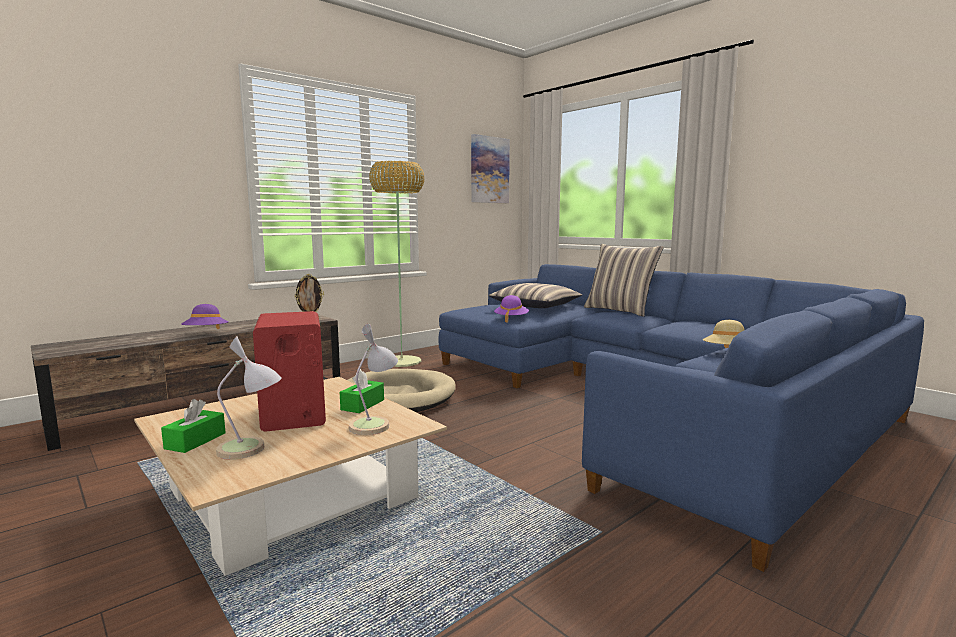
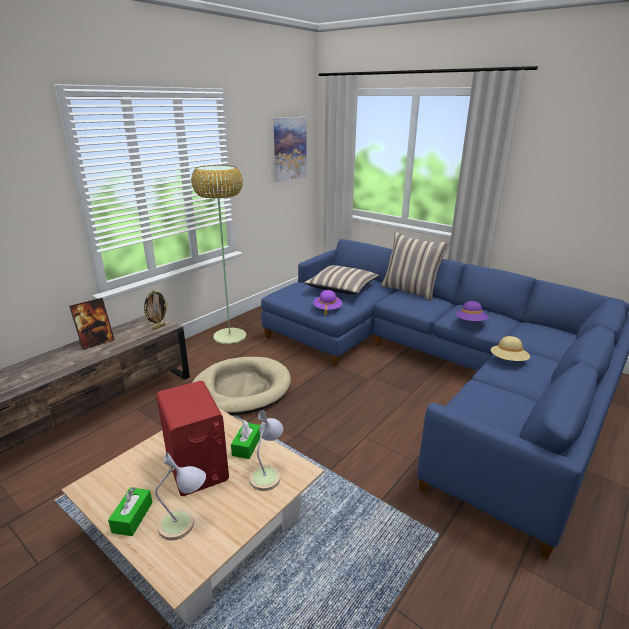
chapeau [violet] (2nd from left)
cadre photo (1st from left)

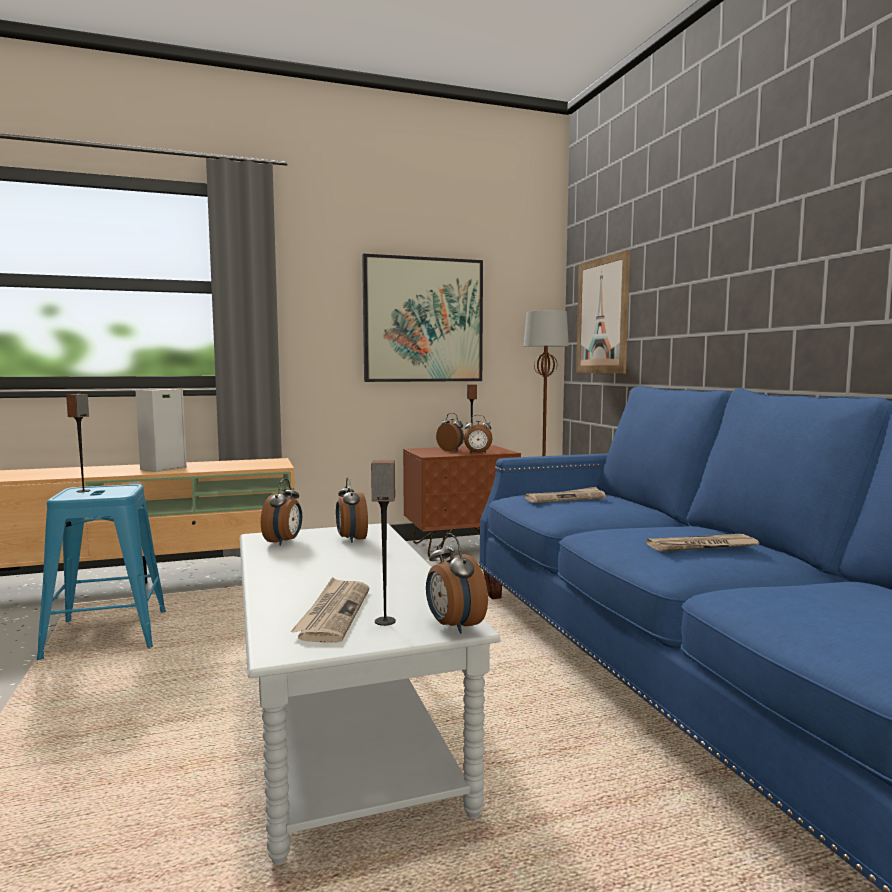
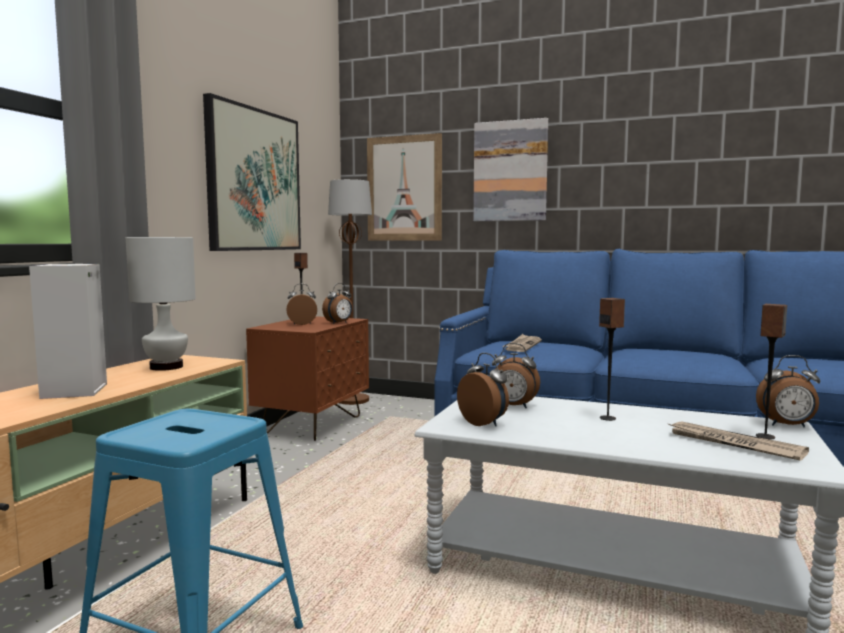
enceinte (3rd from left)
journal (3rd from left in the first image)
lampe de table [blanc]
tableau (3rd from left)

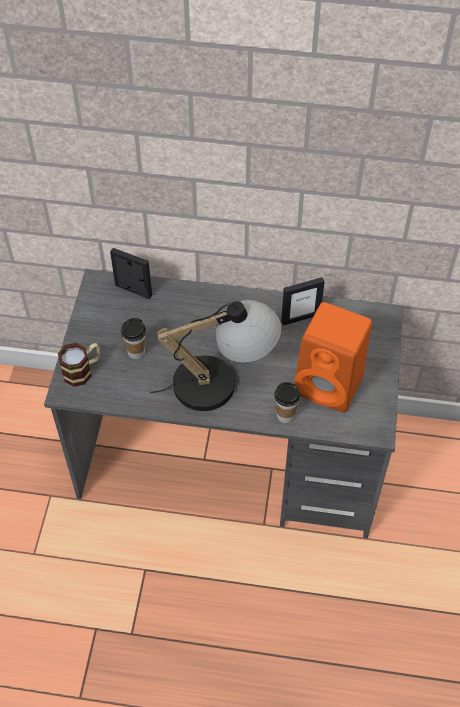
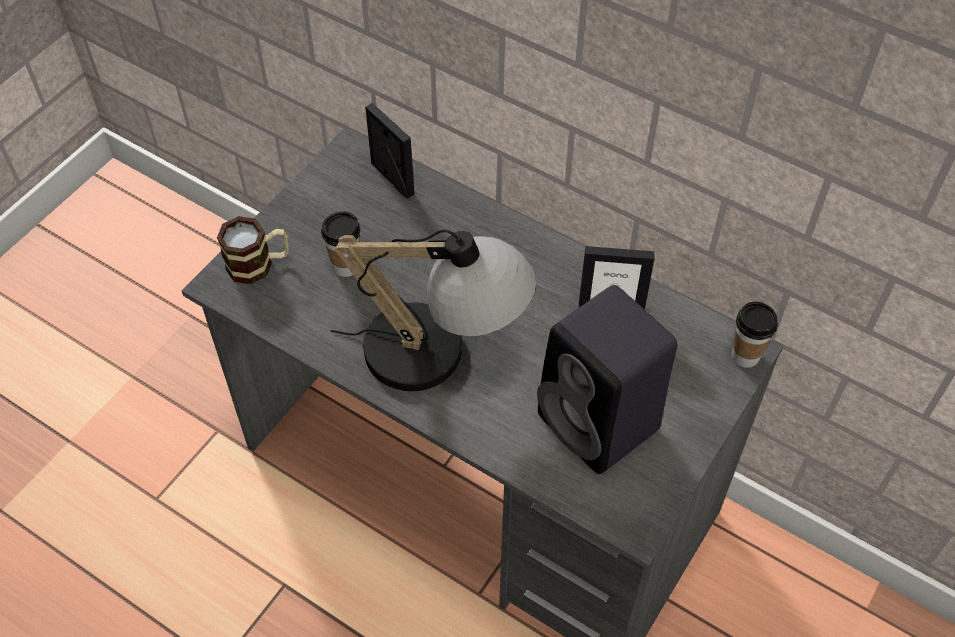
tasse (2nd from left)
enceinte [noir]

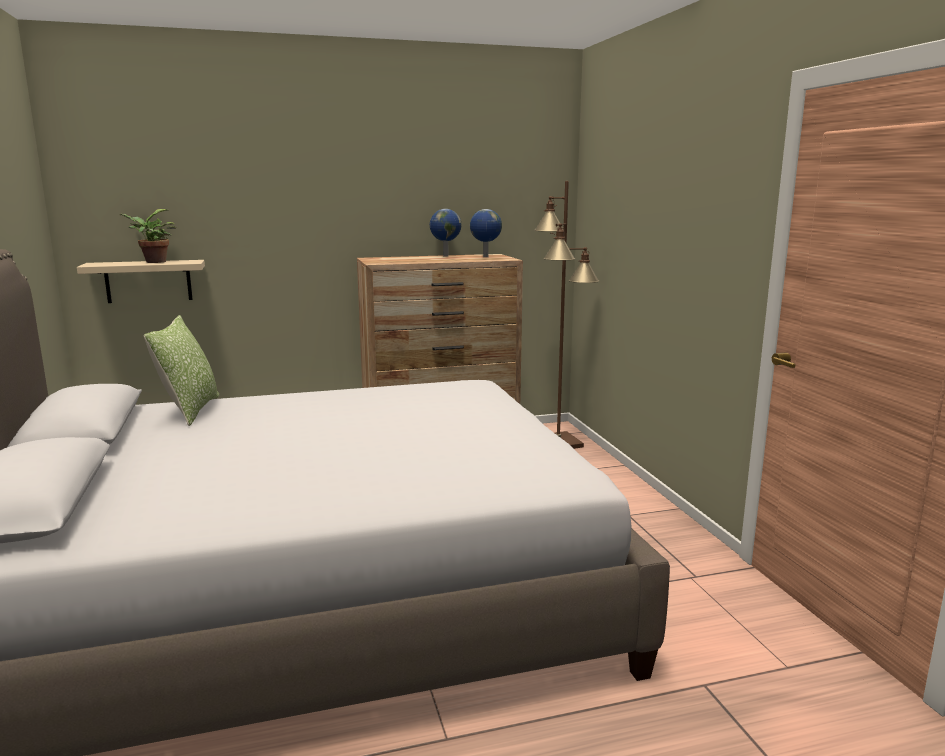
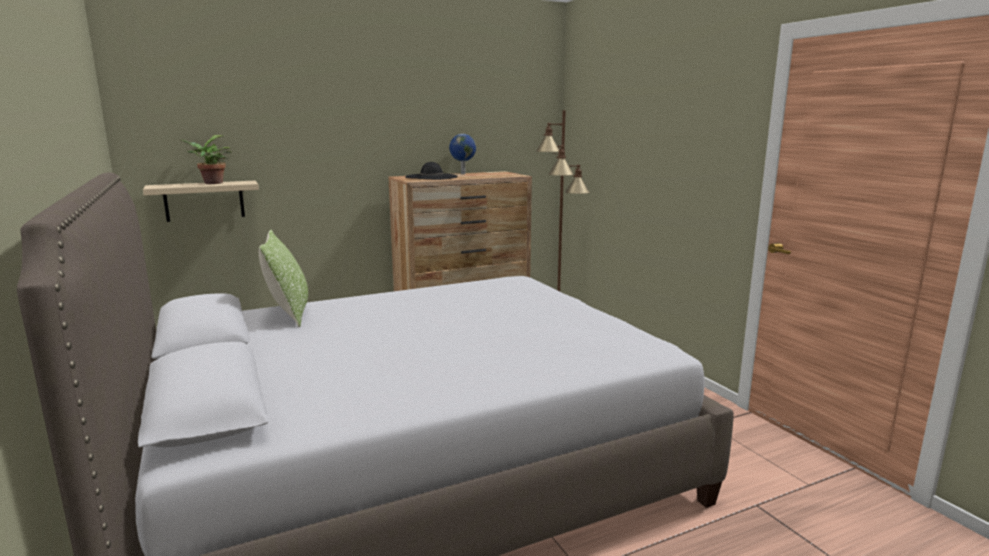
globe (2nd from left in the first image)
chapeau [noir]

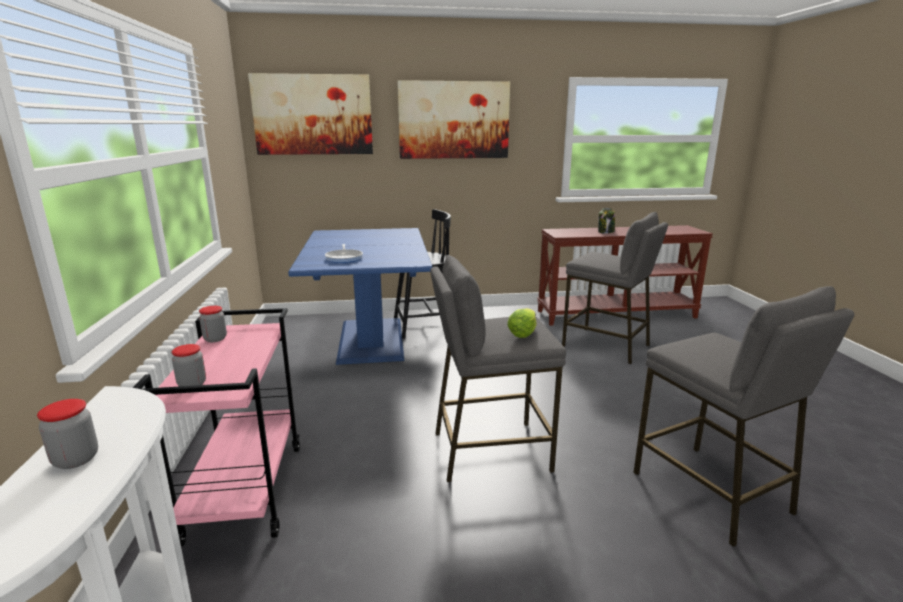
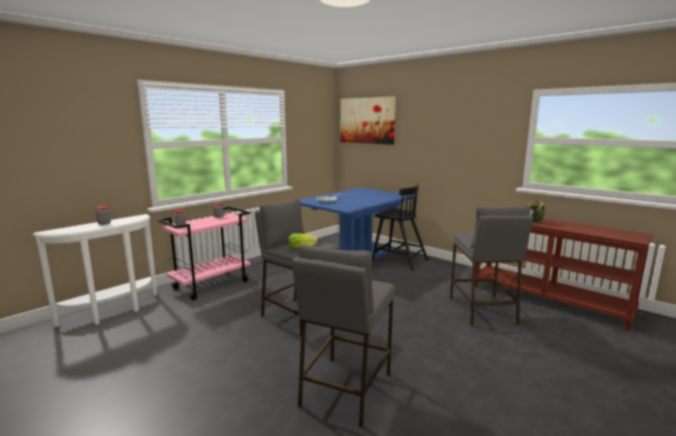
tableau (2nd from left in the first image)

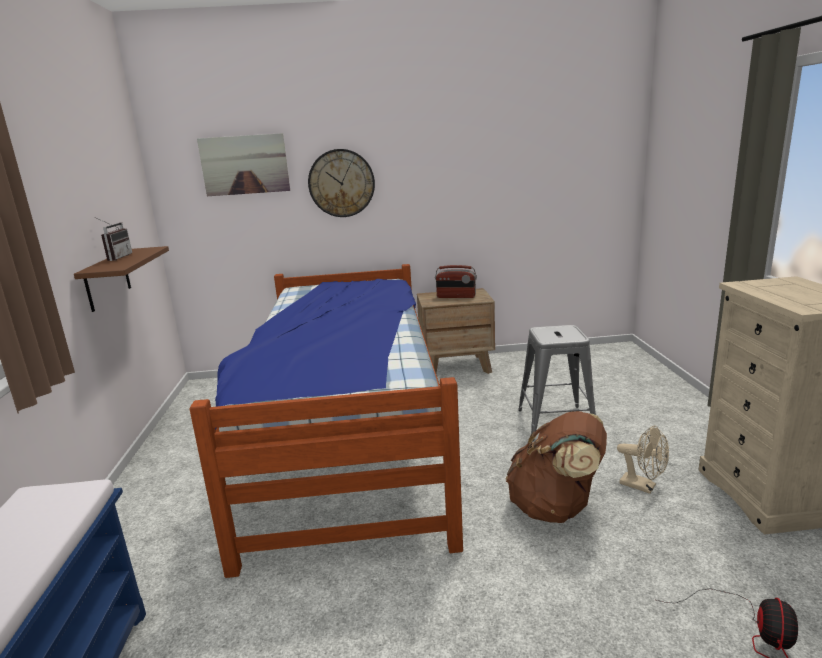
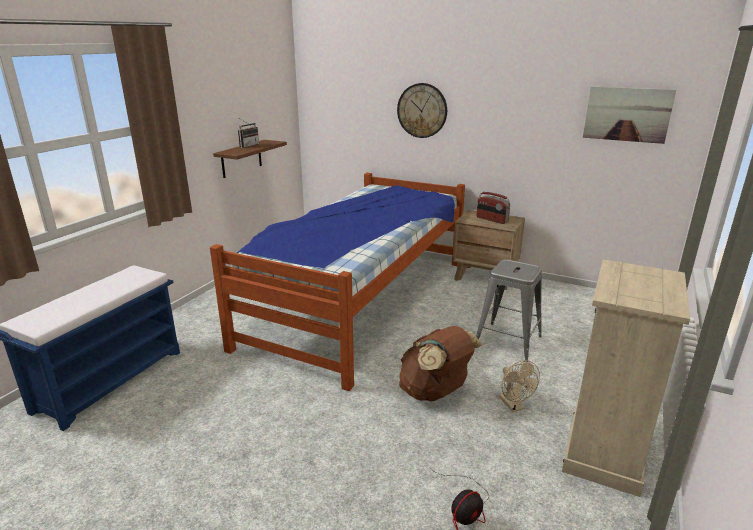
tableau

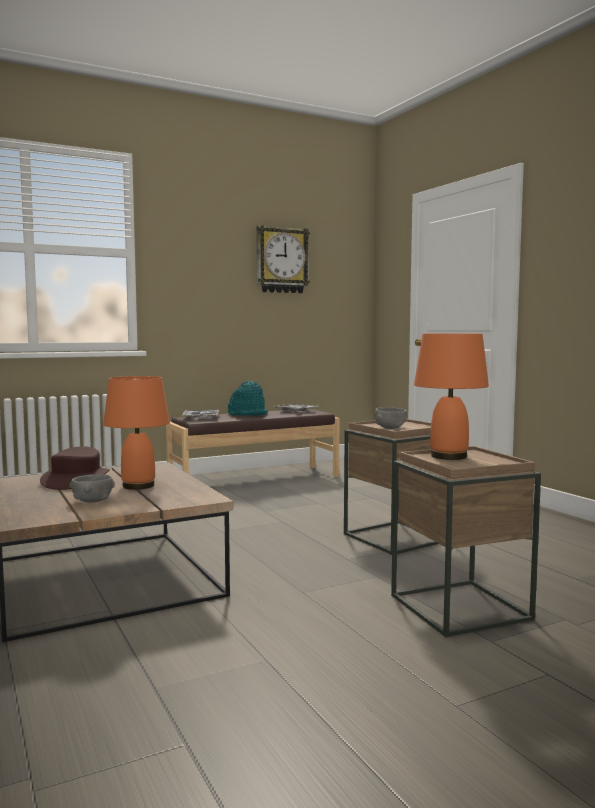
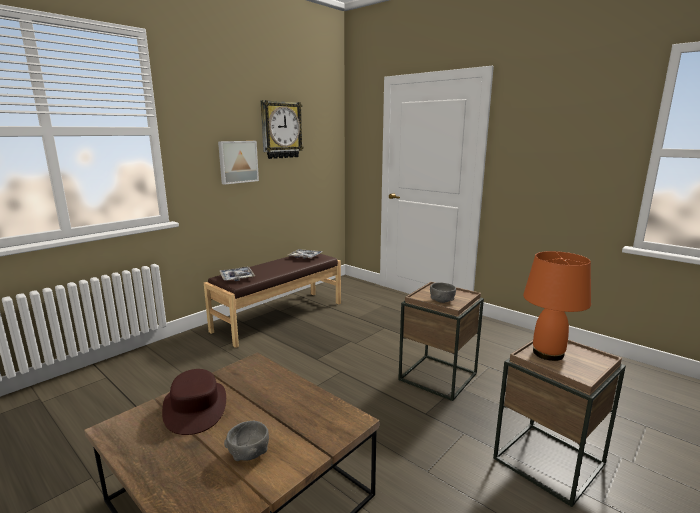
lampe de table [orange] (1st from left in the first image)
chapeau [turquoise]
tableau

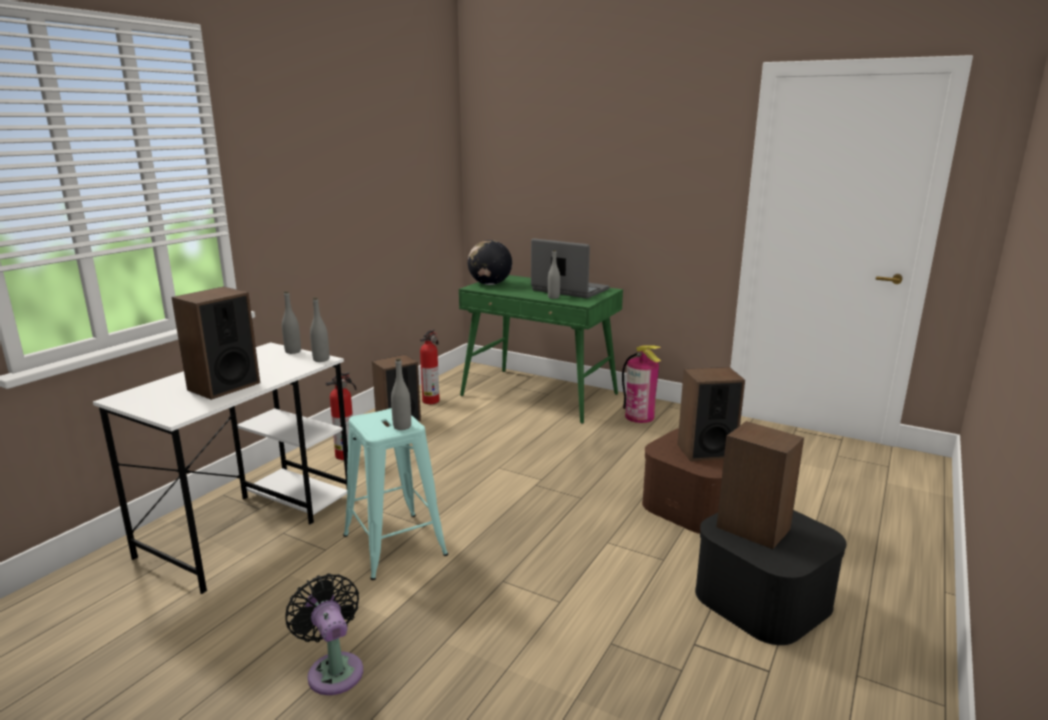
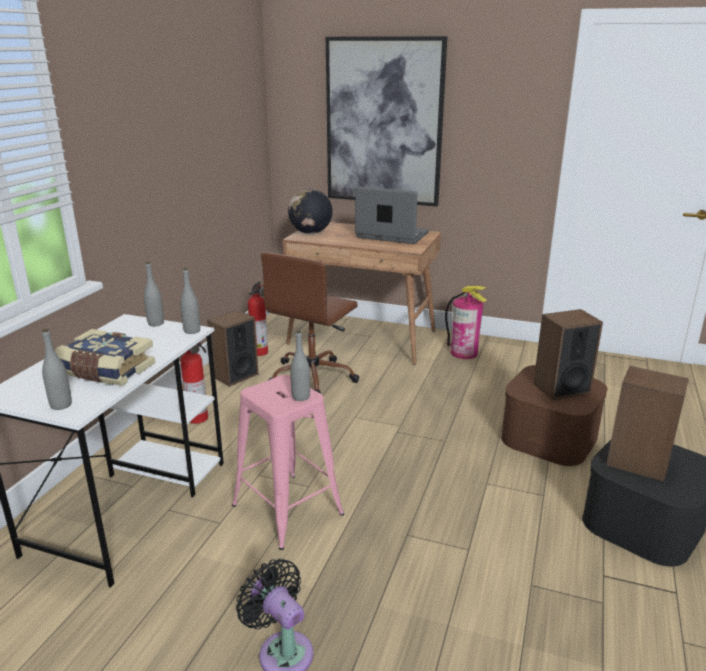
livre
tabouret [rose]
bureau [marron]
bouteille [gris] (1st from left)
chaise de bureau [marron]
tableau

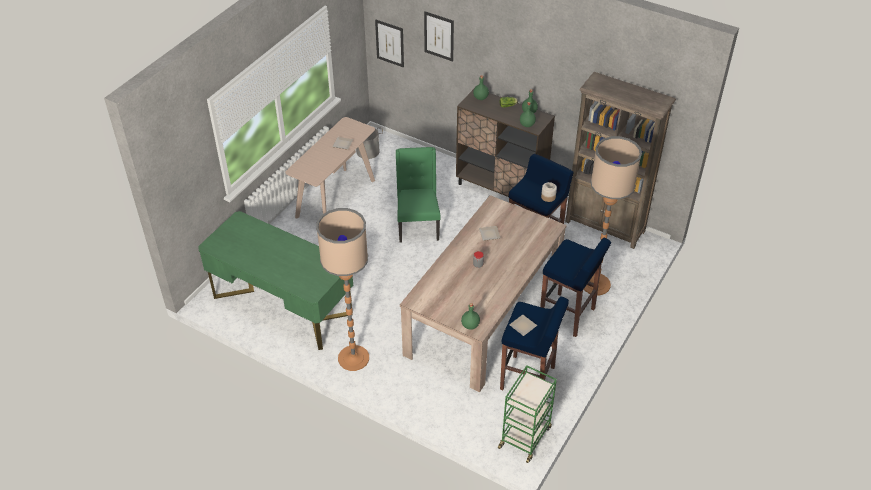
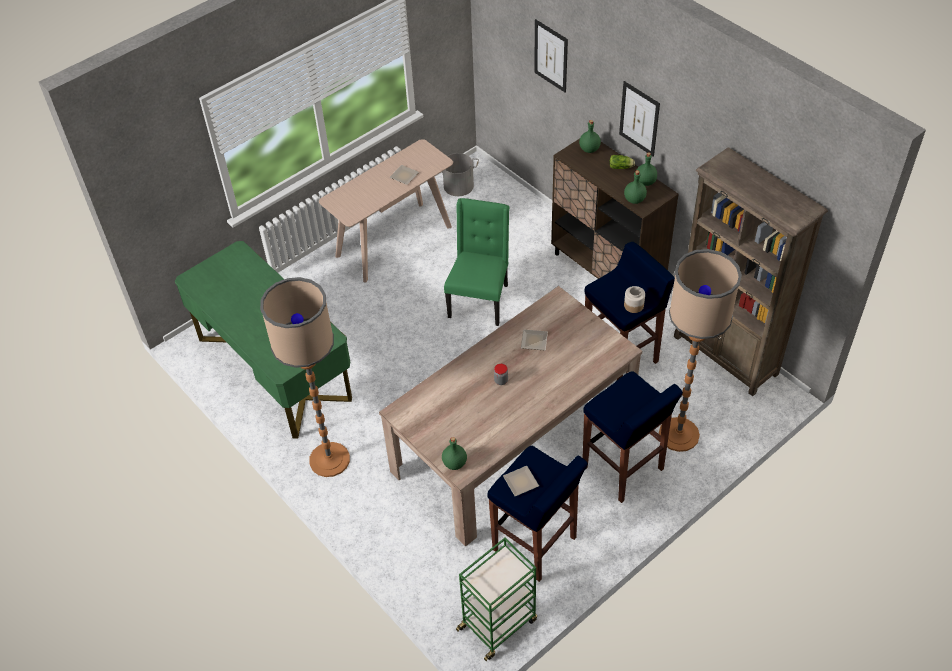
tableau (2nd from left)

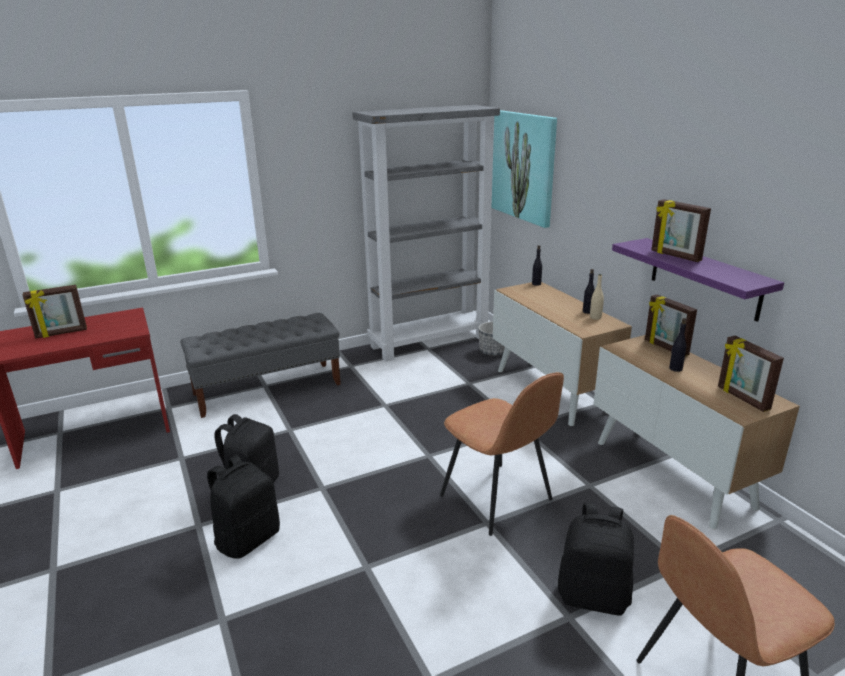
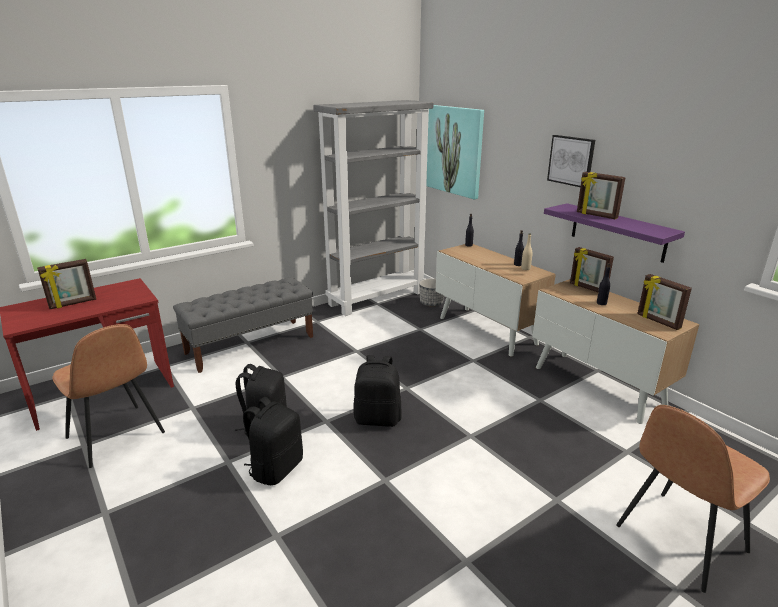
chaise [marron] (1st from left)
sac à dos [noir] (3rd from left)
tableau (2nd from left)

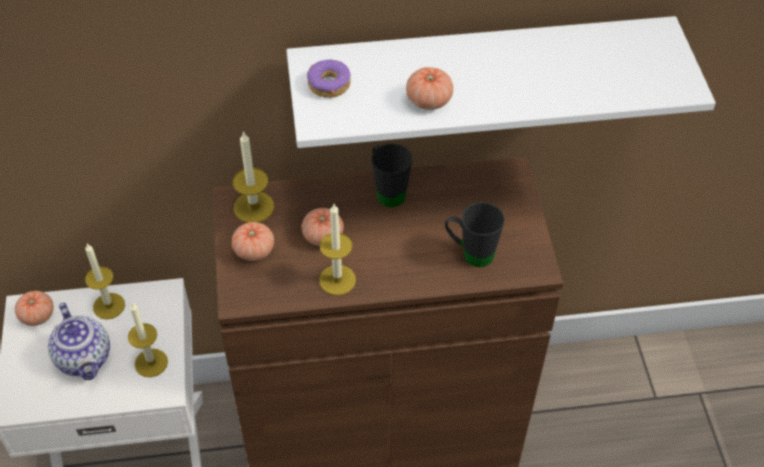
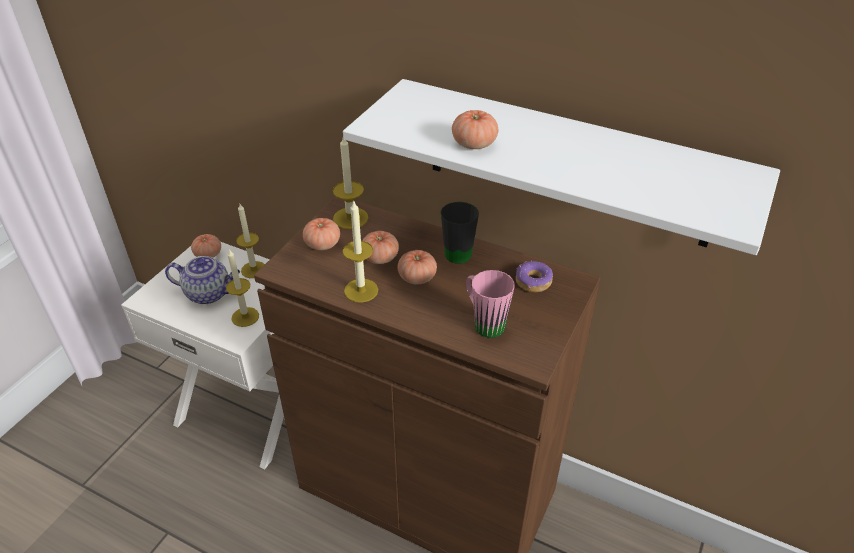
théière
beignet
mug [rose]
tomate (4th from left)

